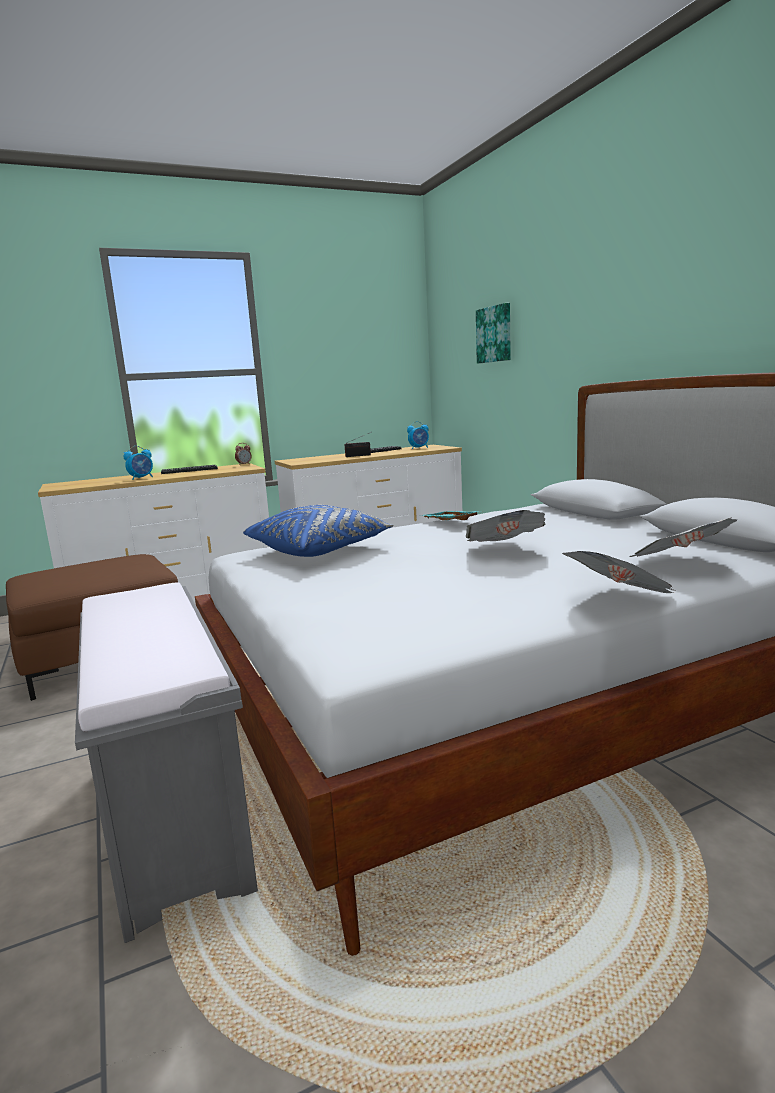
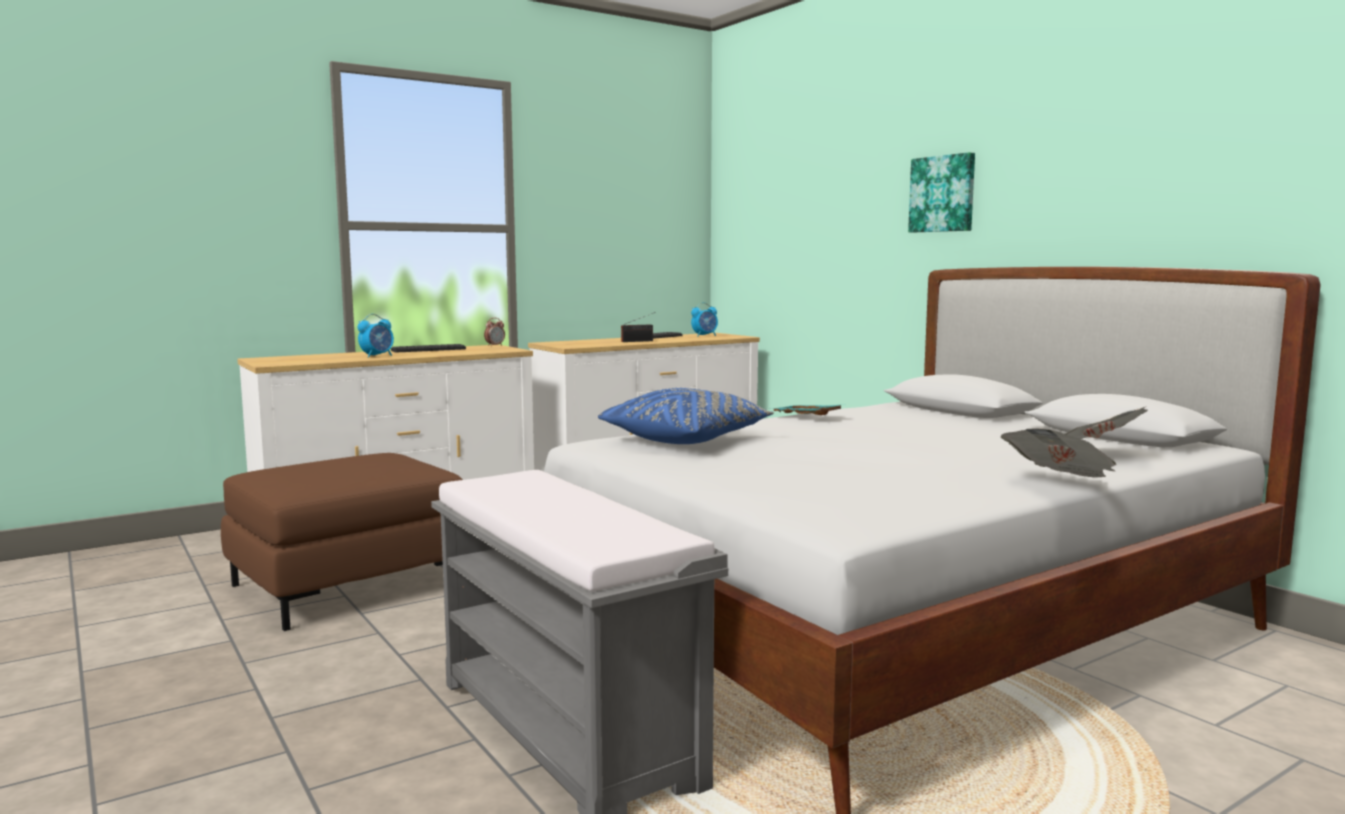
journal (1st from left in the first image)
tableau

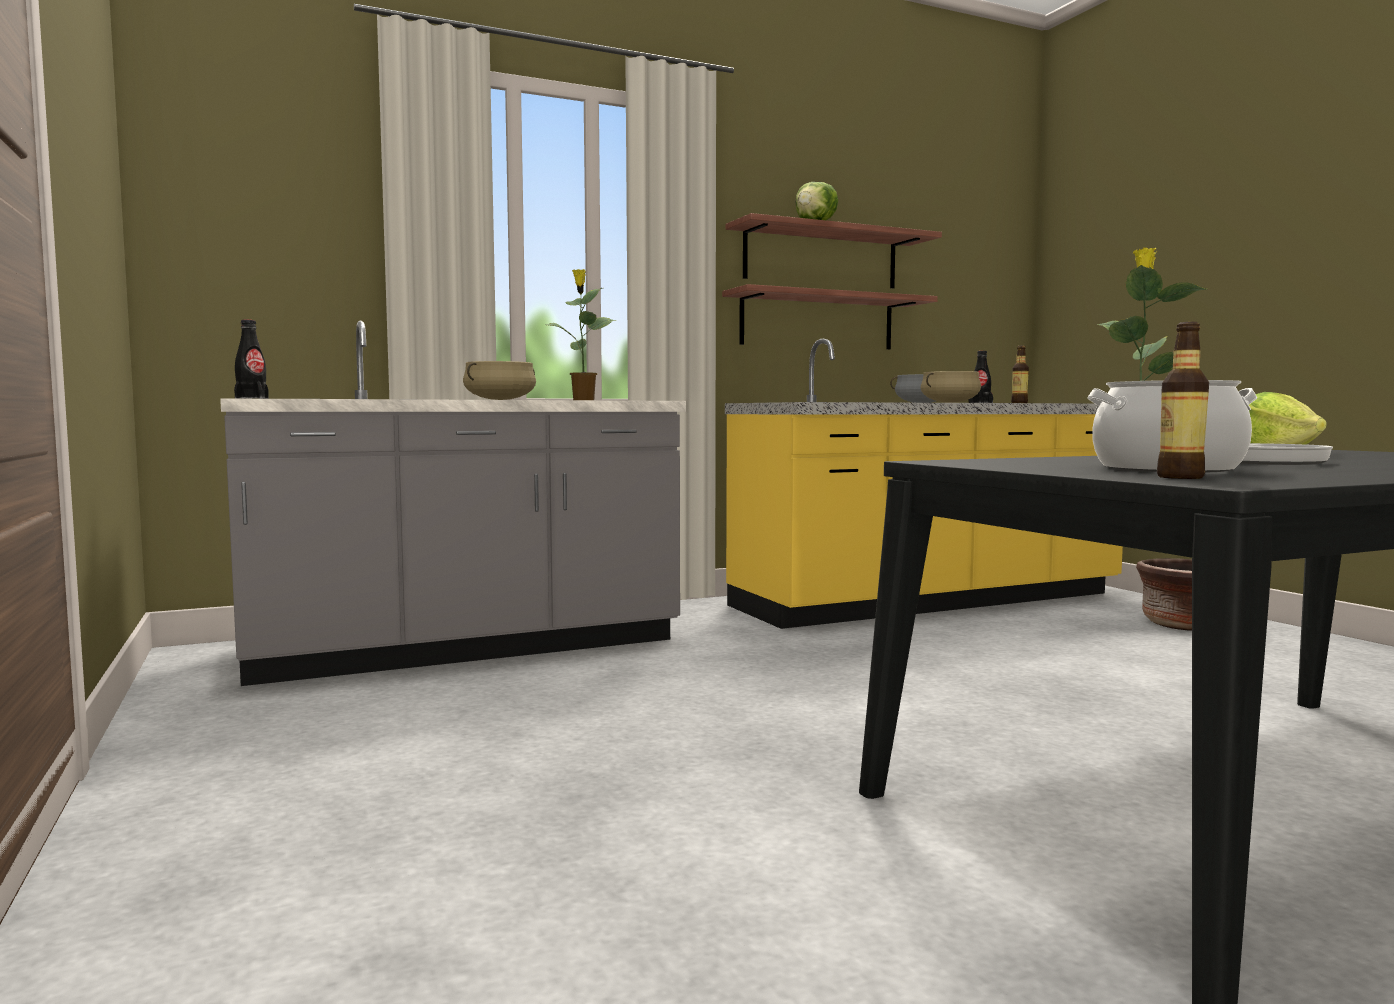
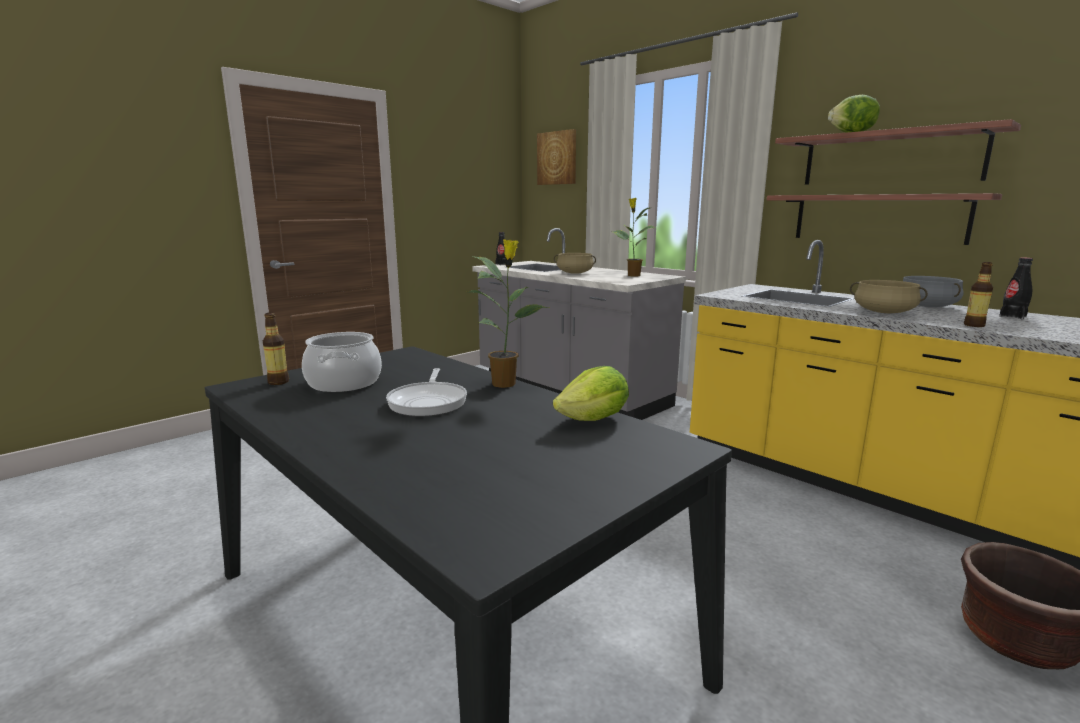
tableau

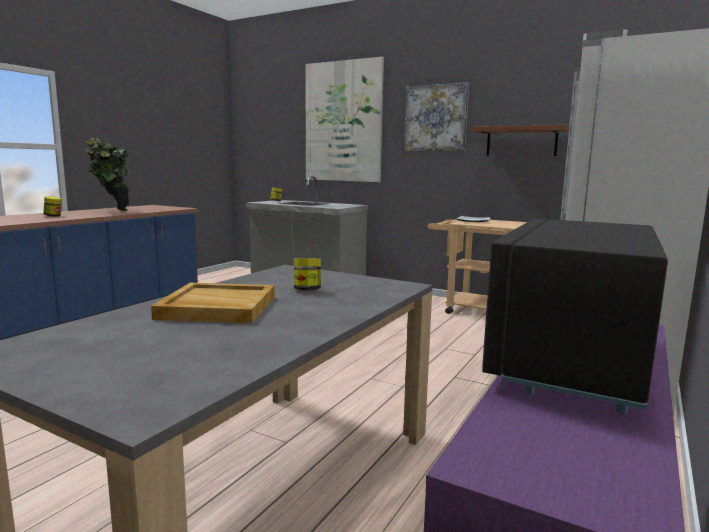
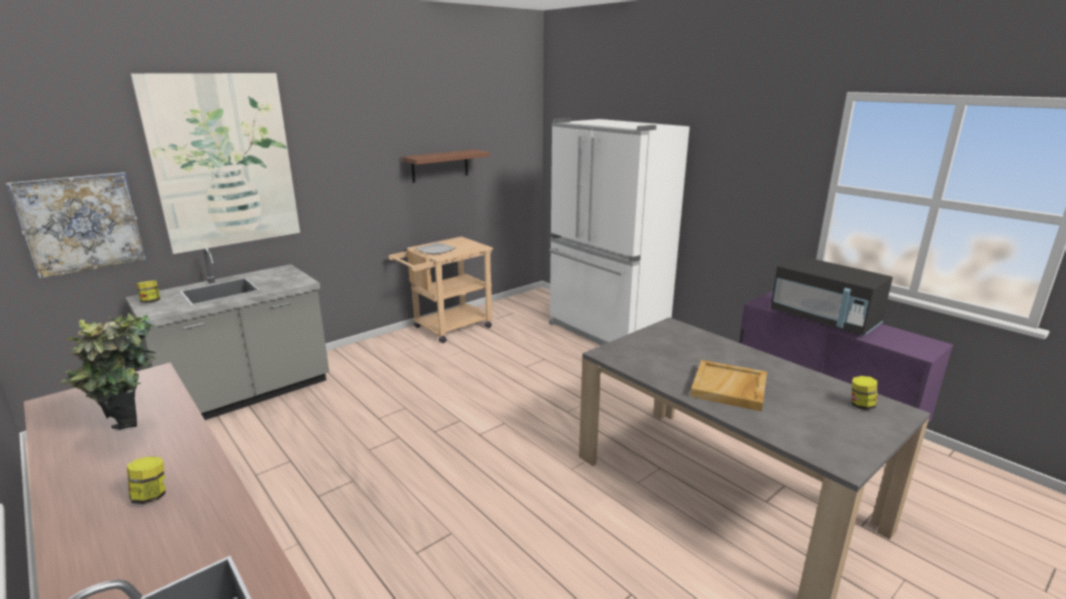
bocal (3rd from left)
tableau (1st from left)

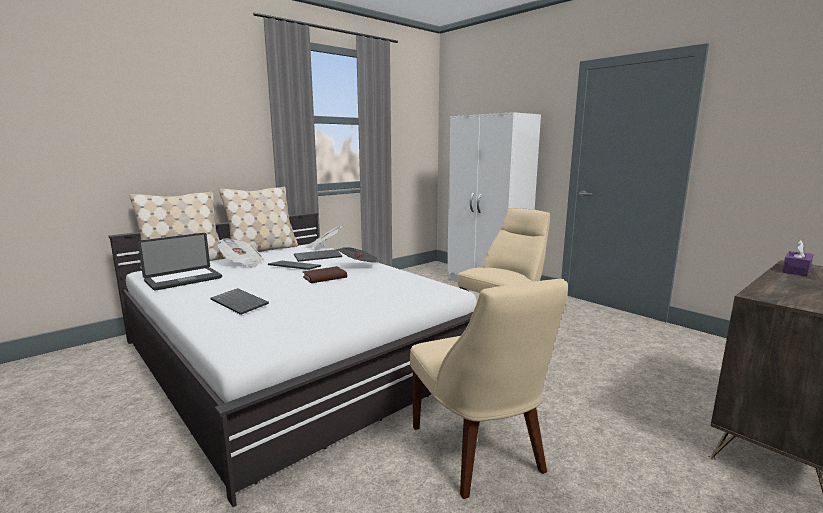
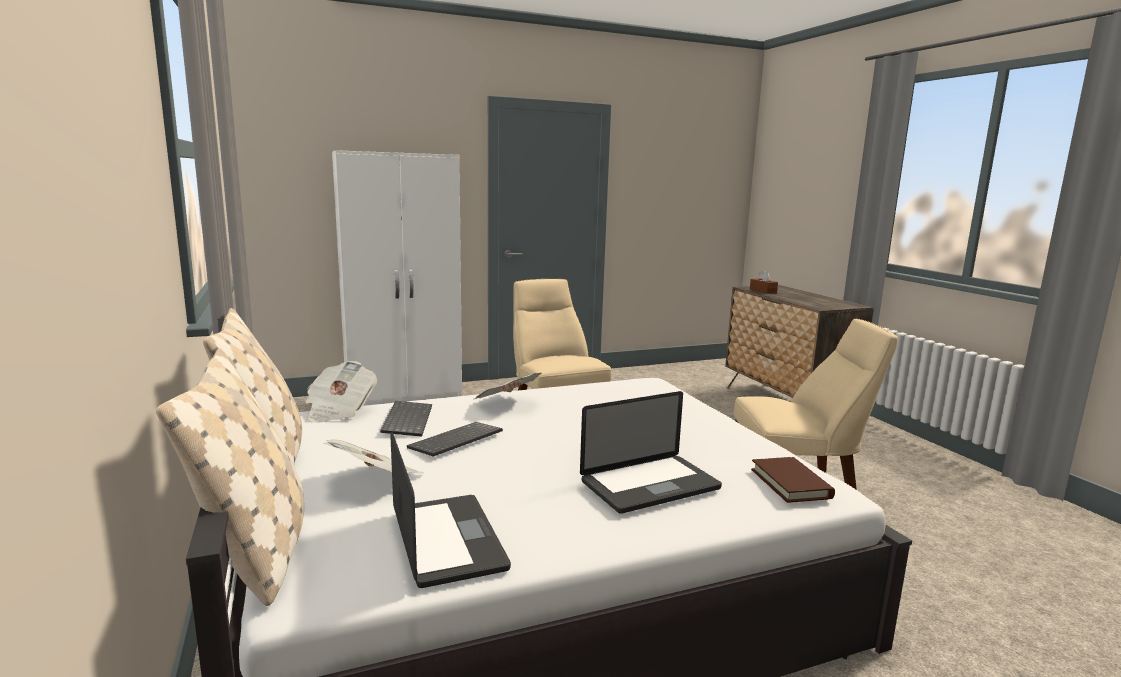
ordinateur portable (2nd from left)
livre [marron]
boîte à mouchoirs [marron]

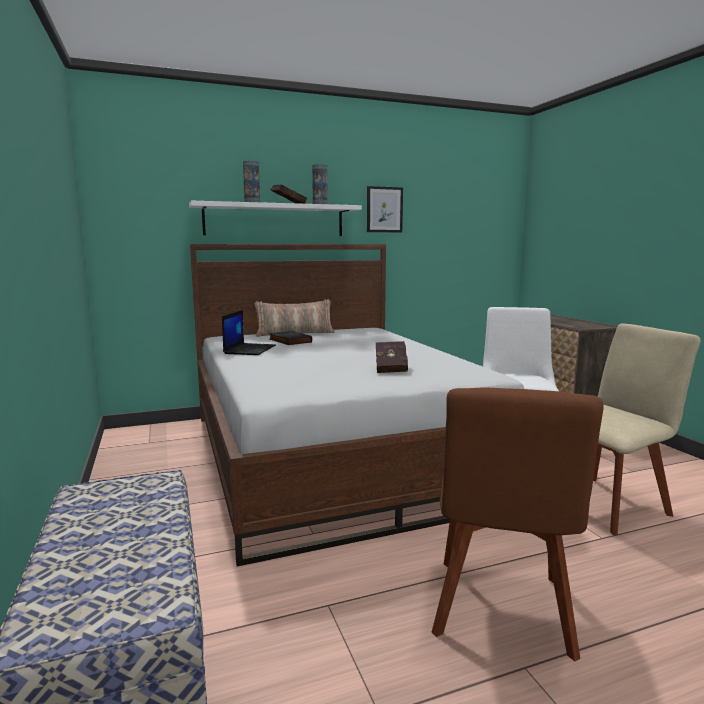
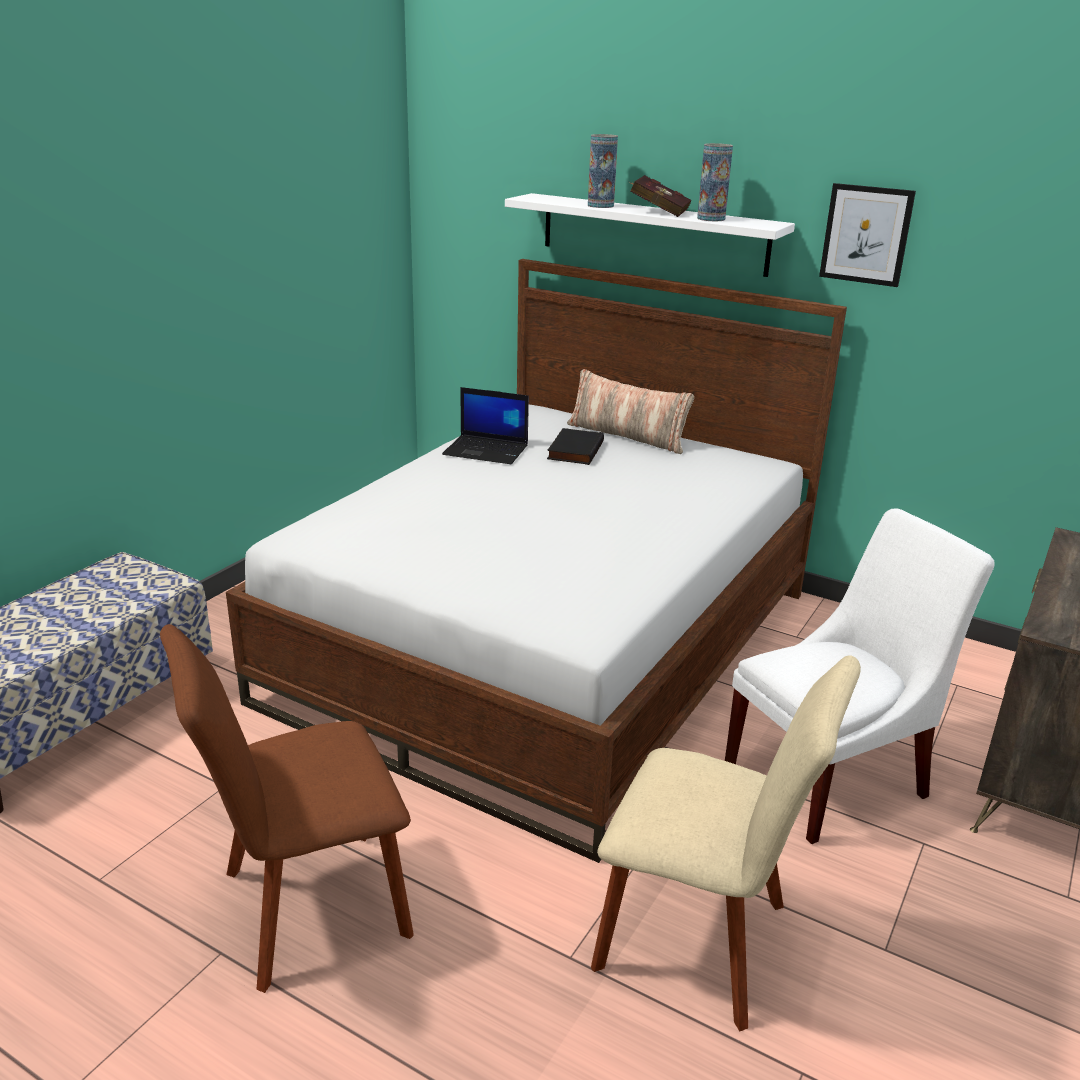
ordinateur portable
livre [rouge] (2nd from left in the first image)

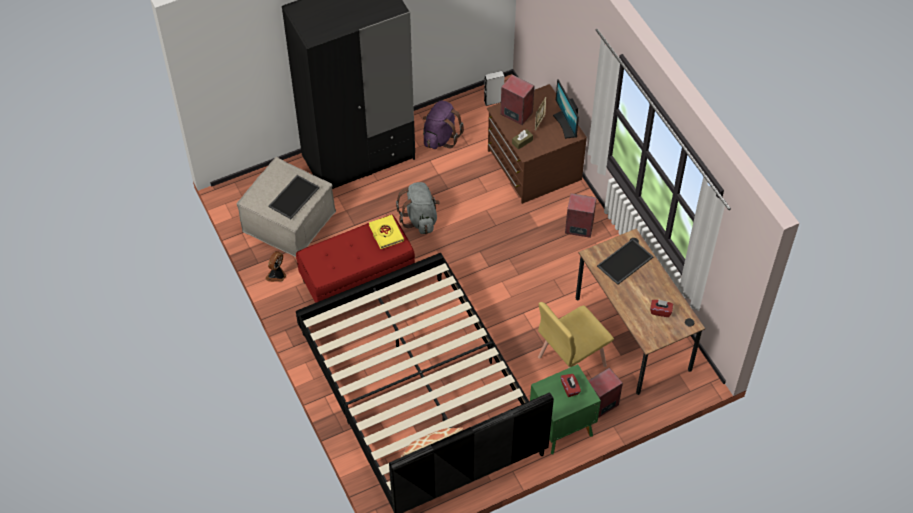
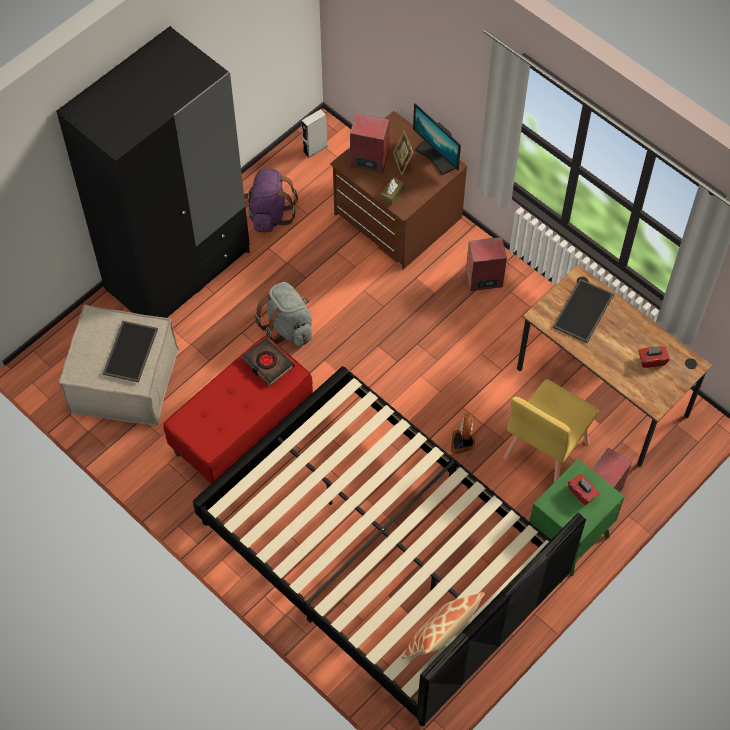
ventilateur
livre [noir]

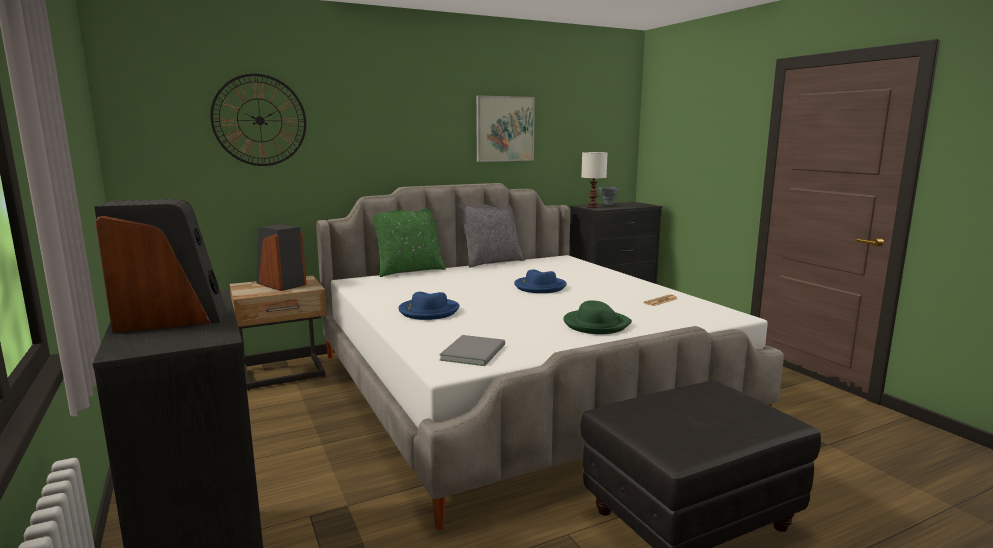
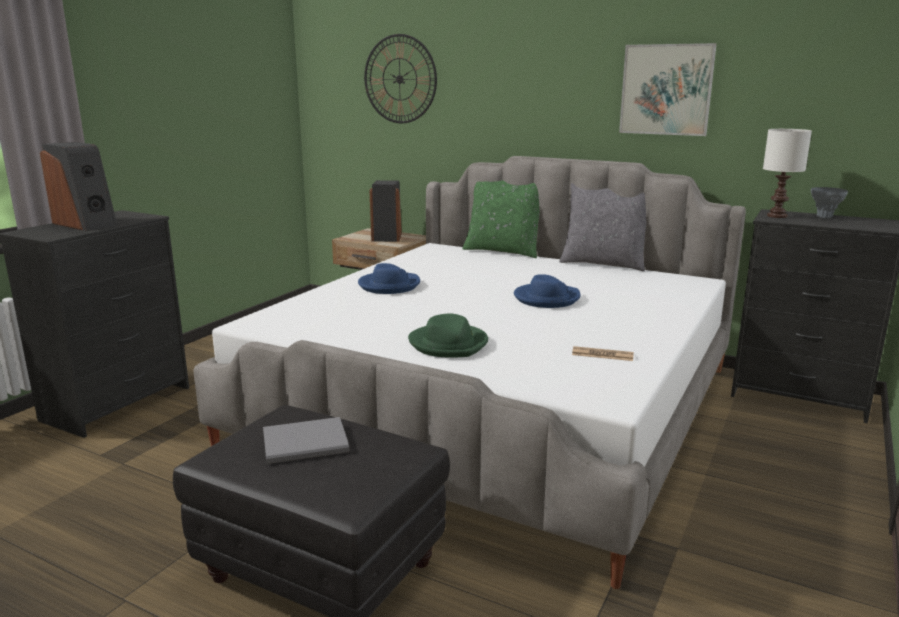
livre [gris]

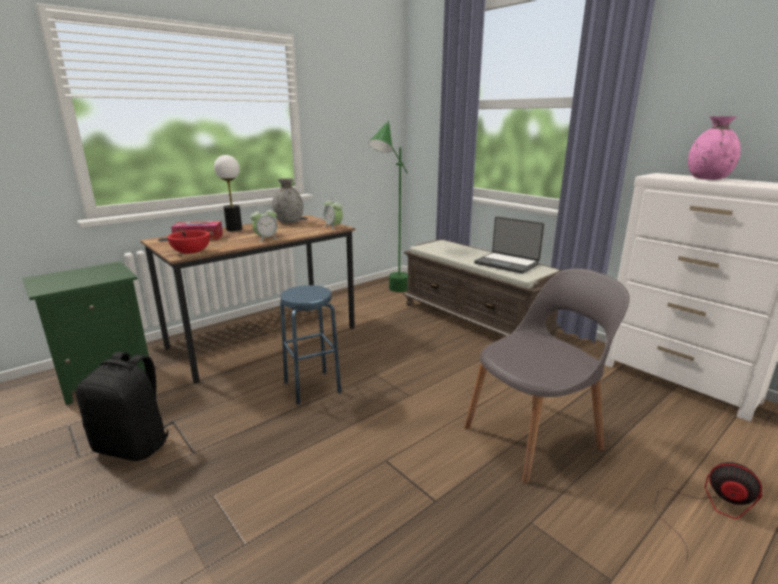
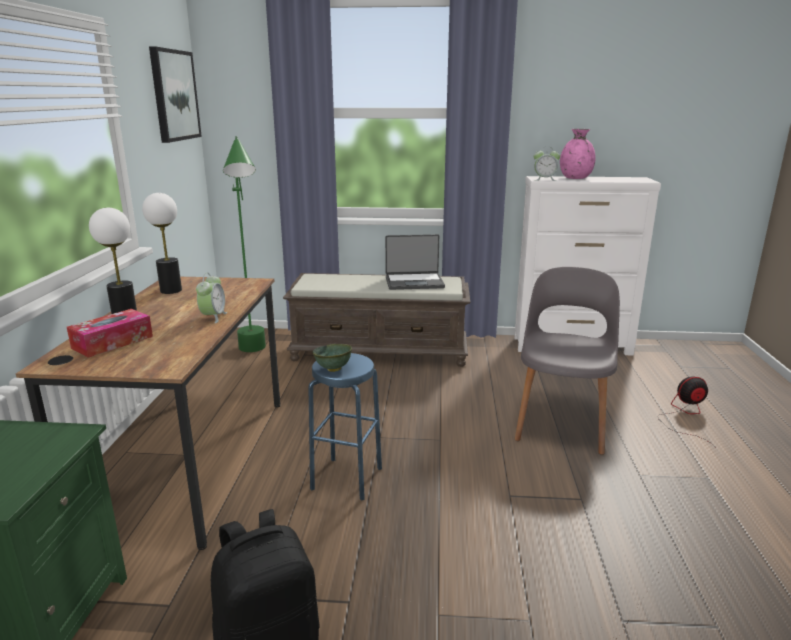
bol [rouge]
lampe de table (2nd from left)
réveil (2nd from left)
tableau
bol [vert]

